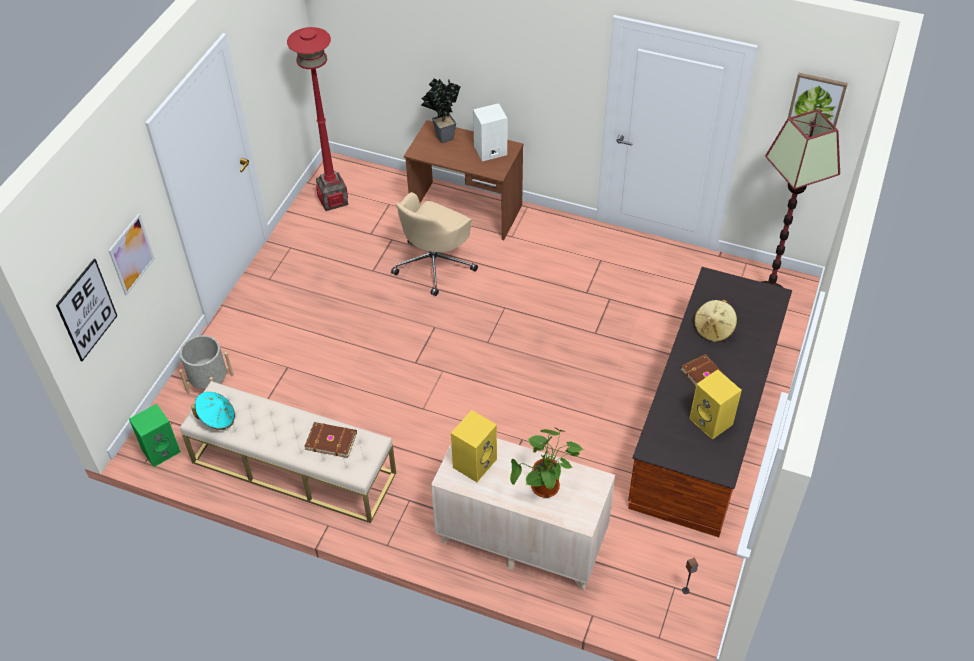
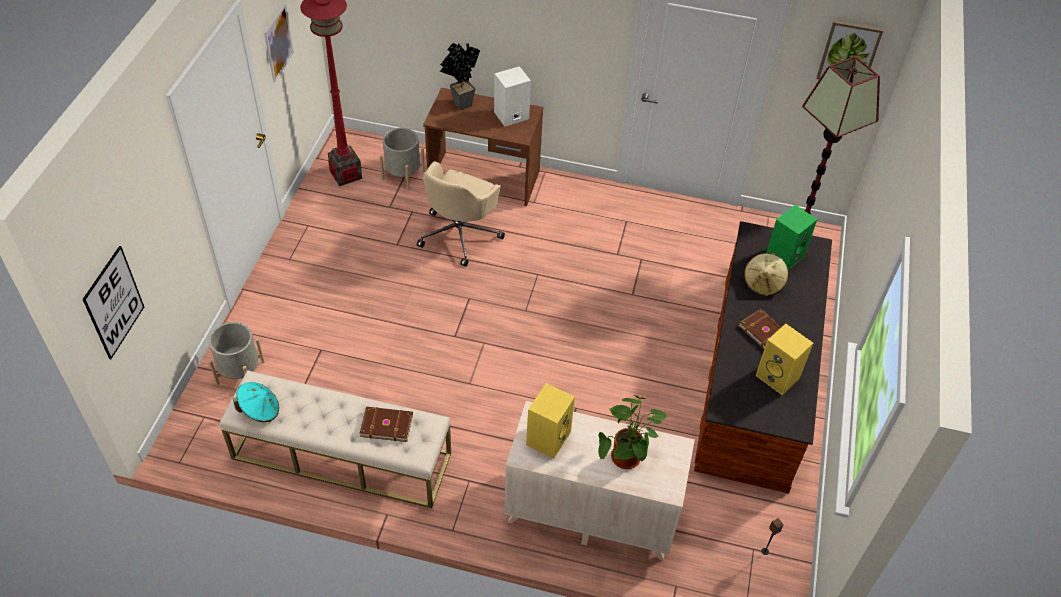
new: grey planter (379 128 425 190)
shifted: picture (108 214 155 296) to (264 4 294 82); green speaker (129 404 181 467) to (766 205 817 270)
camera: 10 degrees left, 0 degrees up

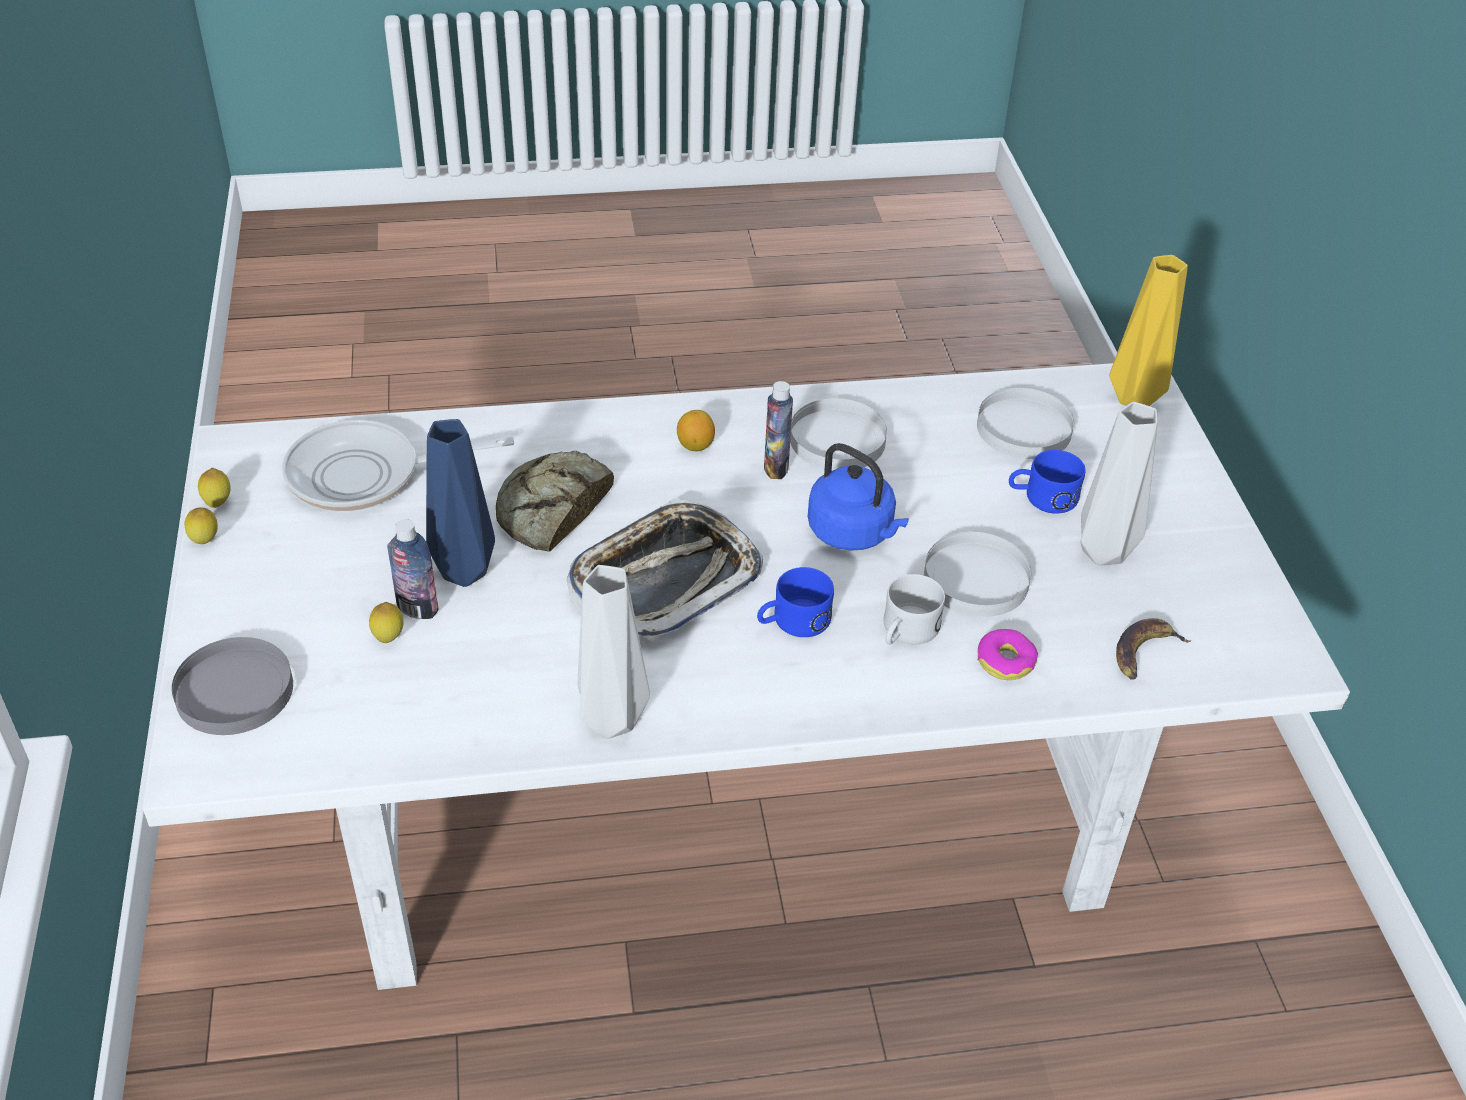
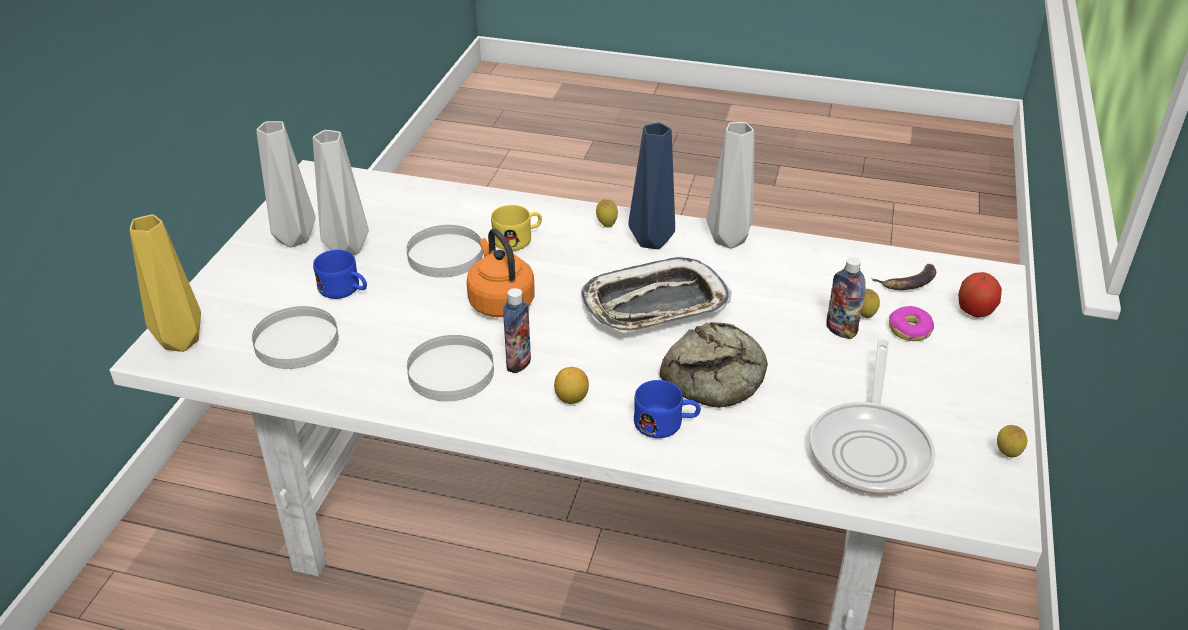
new: grey vase (256 121 315 247)
shifted: lemon (184 507 218 544) to (596 199 618 228); blue vase (426 419 495 587) to (628 122 675 249); blue mug (757 567 834 637) to (634 380 701 438); donut (977 629 1038 680) to (889 306 934 341); banana (1116 618 1191 680) to (871 264 936 290)
swapped: grey plate (172 637 293 735) to apple (958 272 1002 317)
repainted: blue kettle (808 443 909 551) to orange kettle (466 228 535 317); white mug (884 574 945 645) to yellow mug (491 205 542 251)
rotated: frying pan (282 420 514 511) = (810 339 935 495) 90 degrees clockwise
camera: 155 degrees left, 5 degrees down

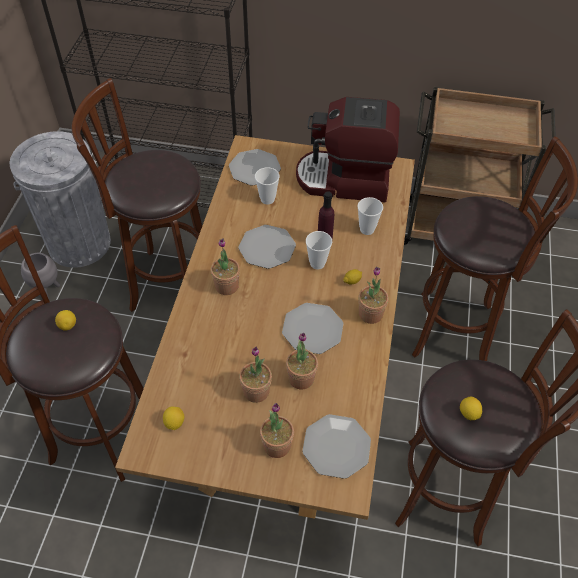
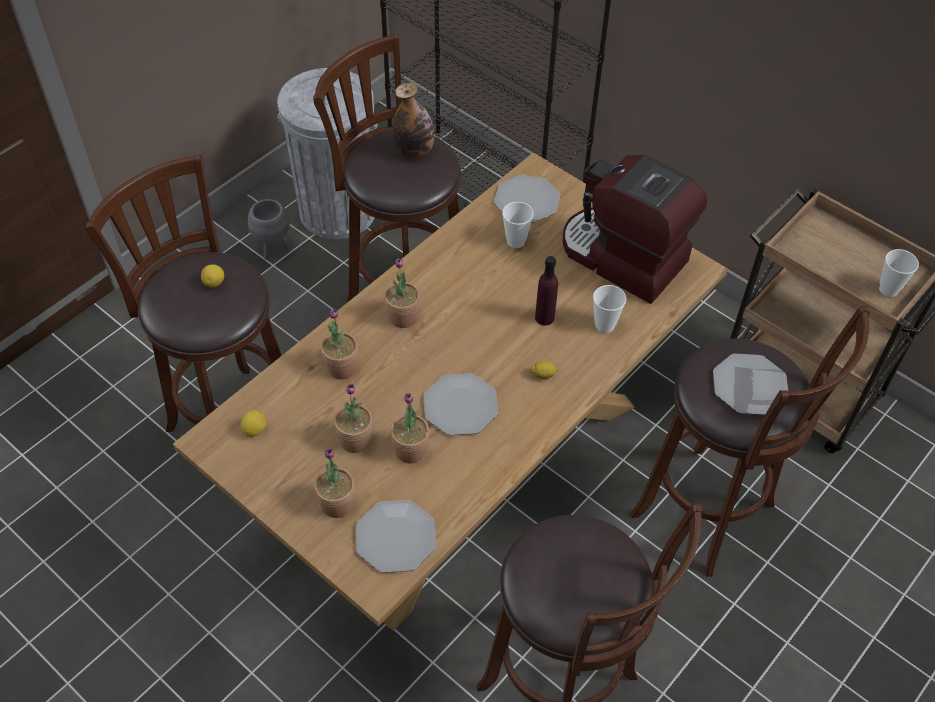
gone: lemon (460 397 482 420)
new: bottle (393 82 434 158)
shifted: plate (238 225 296 269) to (713 354 788 415); cup (306 231 332 269) to (879 249 919 297); potted plant (358 267 389 324) to (321 308 358 379)
camera: 30 degrees right, 0 degrees up

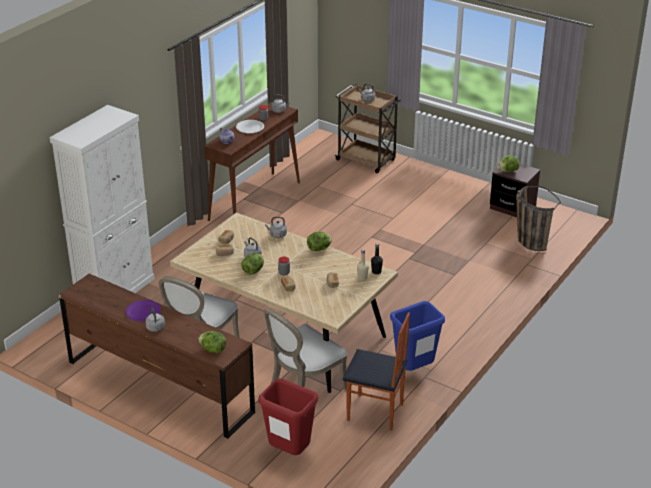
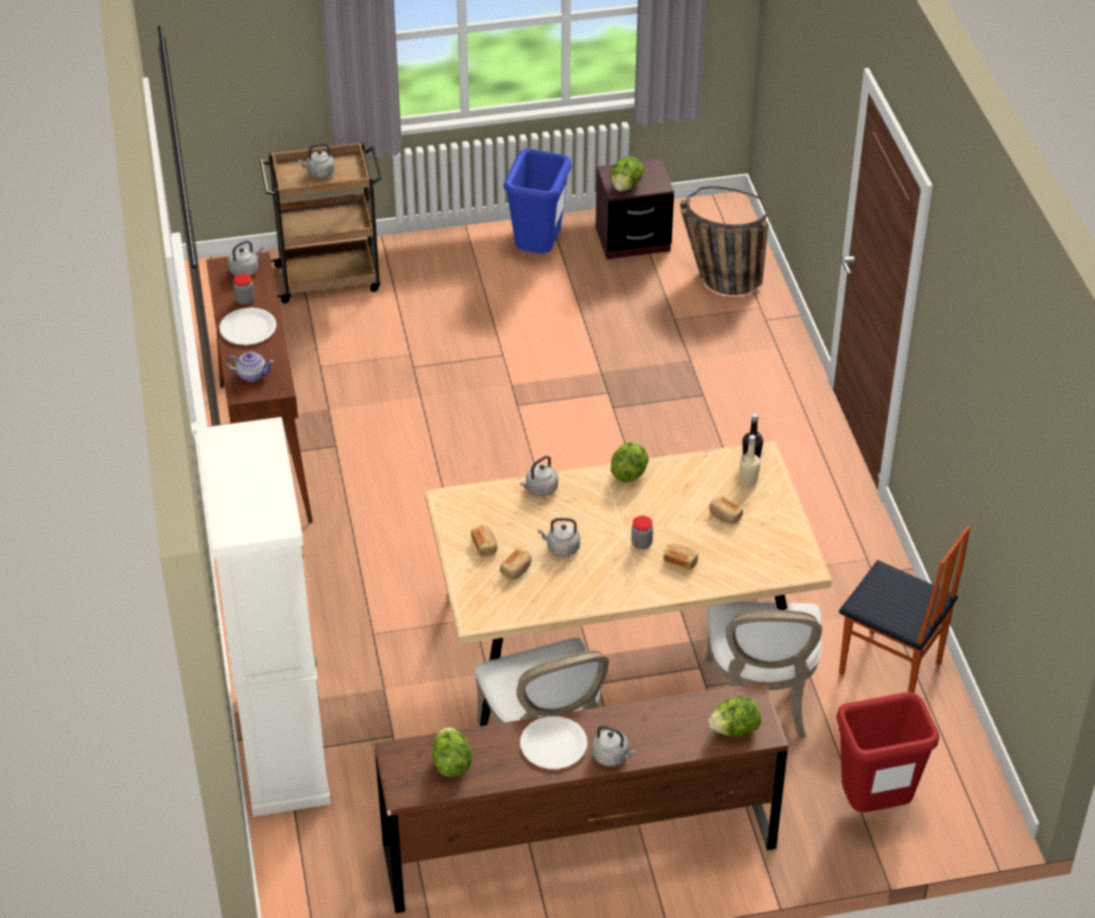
shifted: lettuce (241 253 264 275) to (432 727 472 777); blue trash can (390 301 445 371) to (504 149 572 253)
repainted: purple plate (126 300 161 321) to white plate (520 716 587 769)
rotated: chair (343 312 410 431) = (839 526 970 693) 60 degrees clockwise
camera: 45 degrees left, 10 degrees up

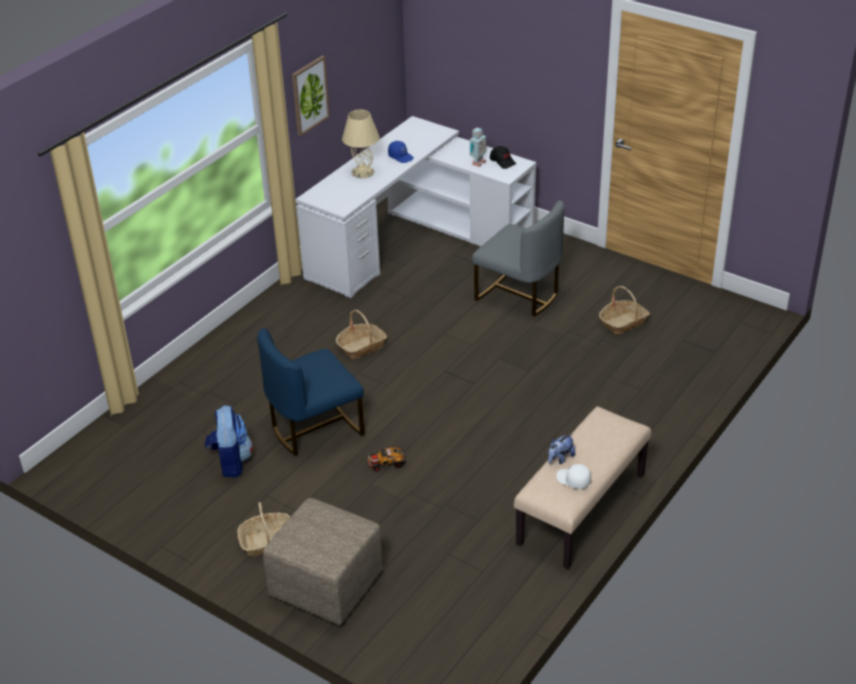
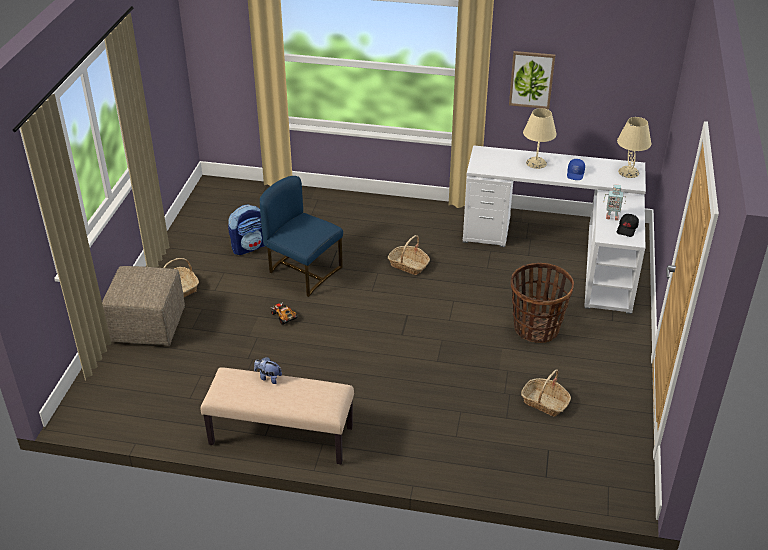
gone: white cap (556 464 591 489)
new: beige table lamp (617 117 651 178)
swapped: grey chair (472 200 565 316) to basket (511 263 574 343)
camera: 65 degrees right, 0 degrees up

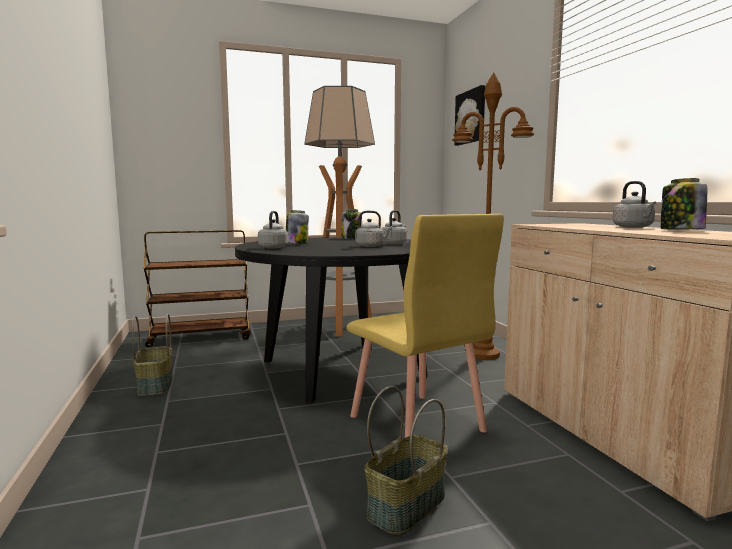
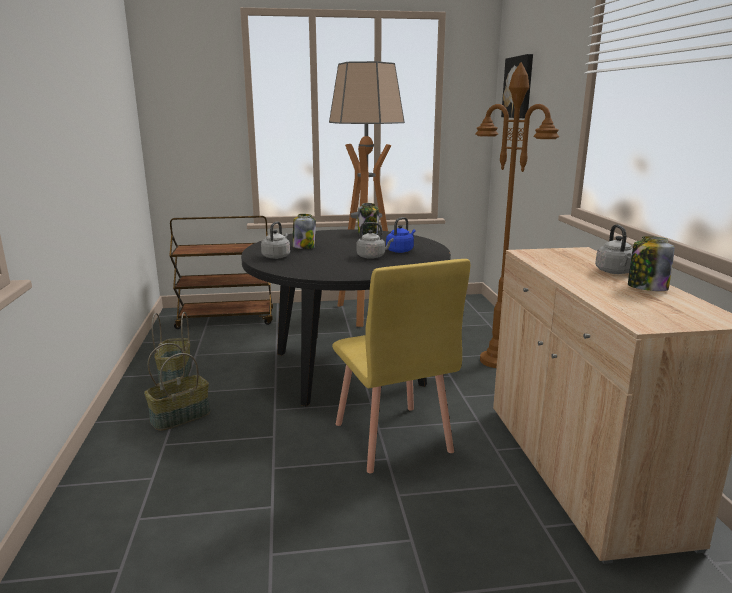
shifted: basket (364 386 448 535) to (144 343 210 431)
repainted: grey kettle (382 210 407 244) to blue kettle (386 217 416 253)
camera: 10 degrees right, 10 degrees up

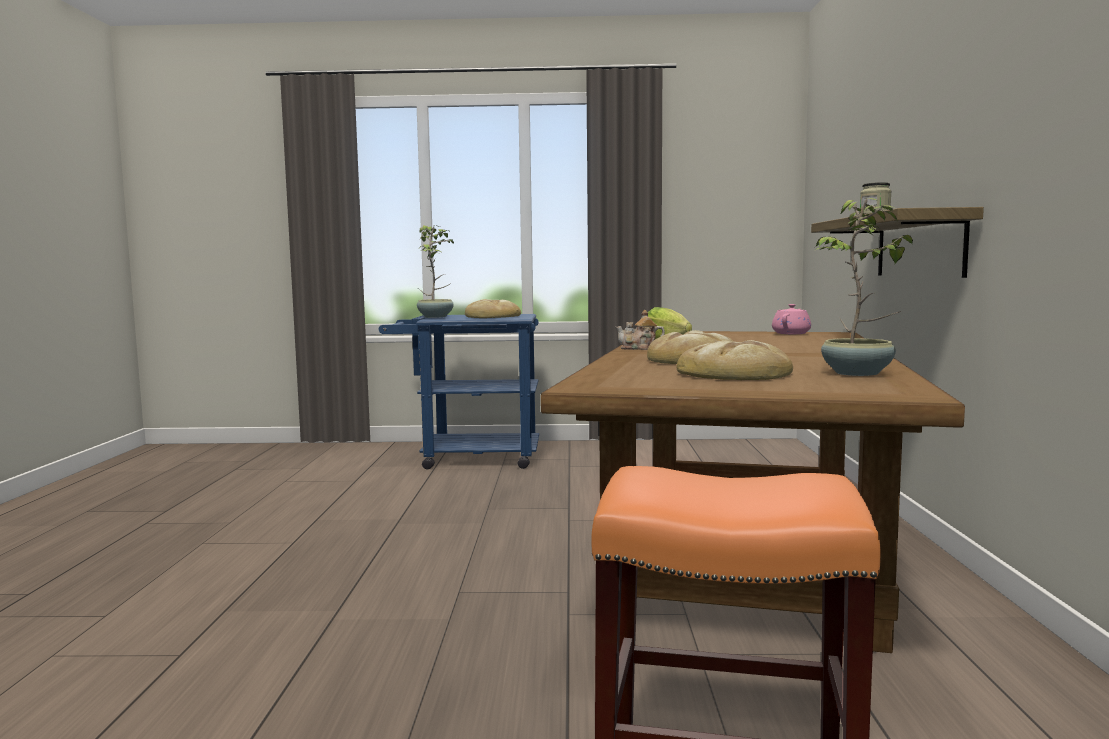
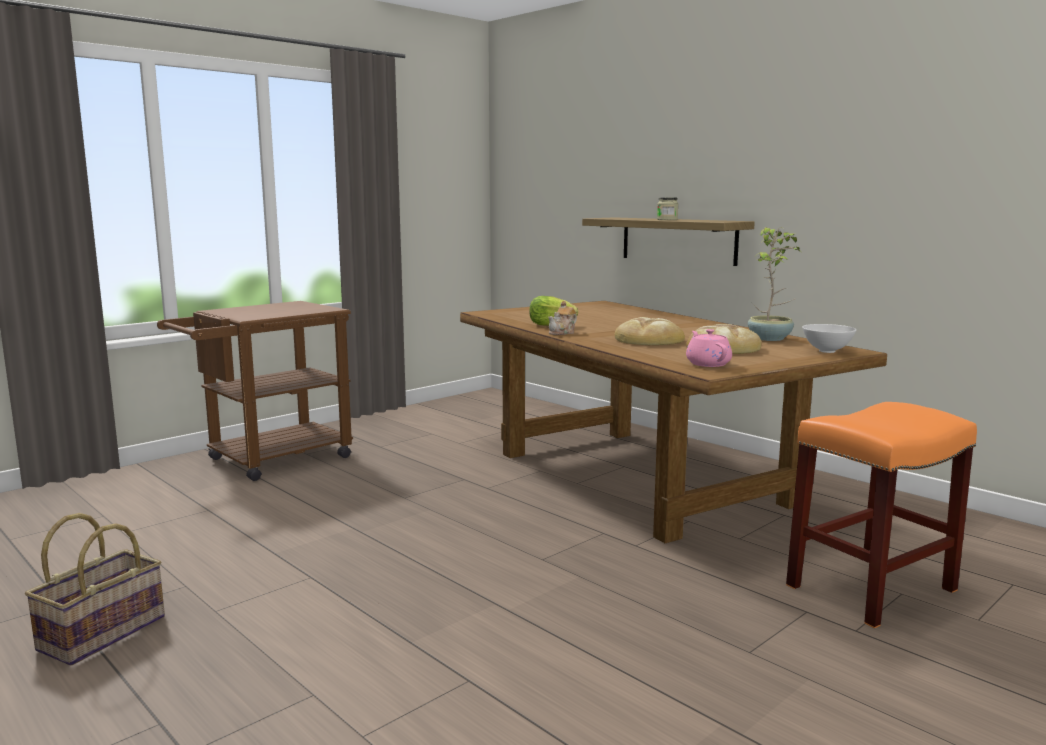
gone: potted plant (417 225 455 318); bread (465 299 521 318)
new: basket (25 513 165 666); white bowl (802 324 856 353)
shifted: pink teapot (772 304 811 334) to (686 329 732 367)
repainted: blue cart (379 314 539 469) to brown cart (157 301 353 481)
camera: 45 degrees left, 5 degrees up

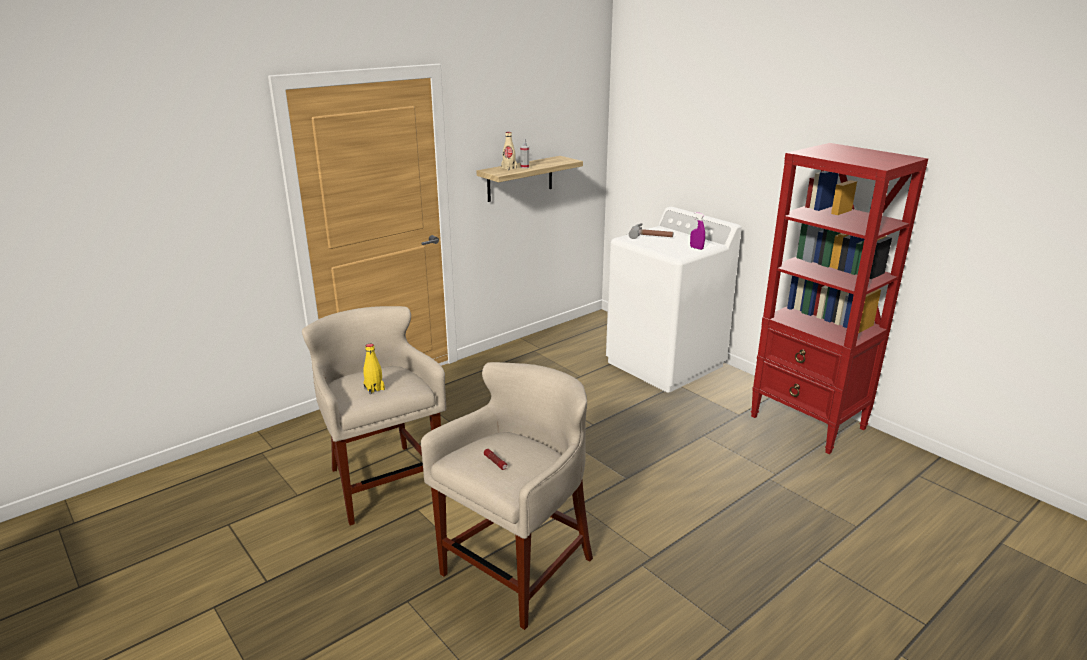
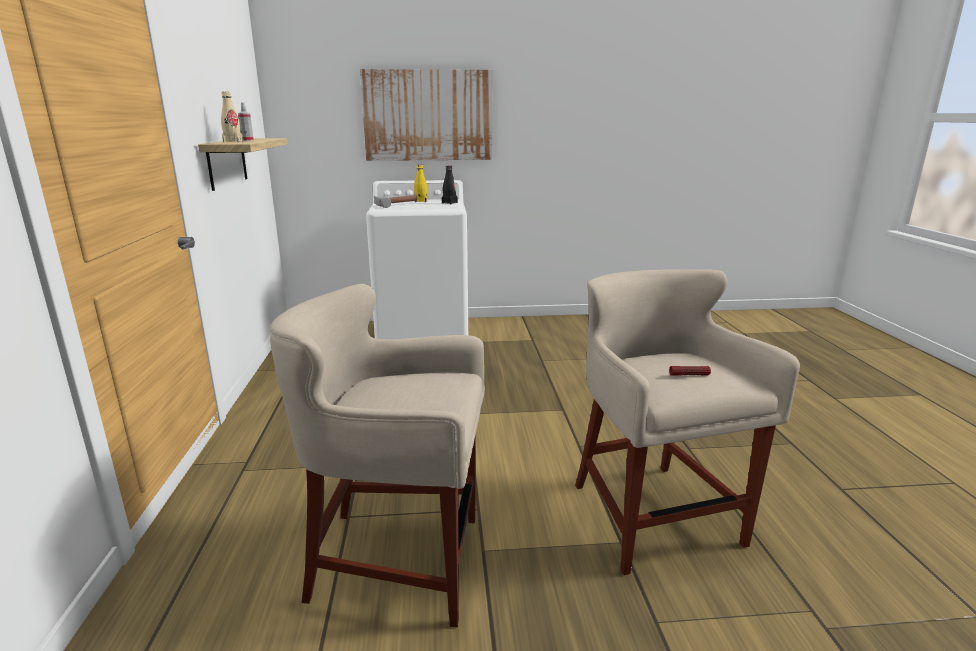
gone: red bookcase (751 143 928 454)
new: picture (360 69 492 161)
shifted: yellow bottle (363 344 385 394) to (414 164 428 202)
swapped: purple spray bottle (690 212 705 250) to black bottle (441 166 458 204)
camera: 55 degrees left, 5 degrees down

